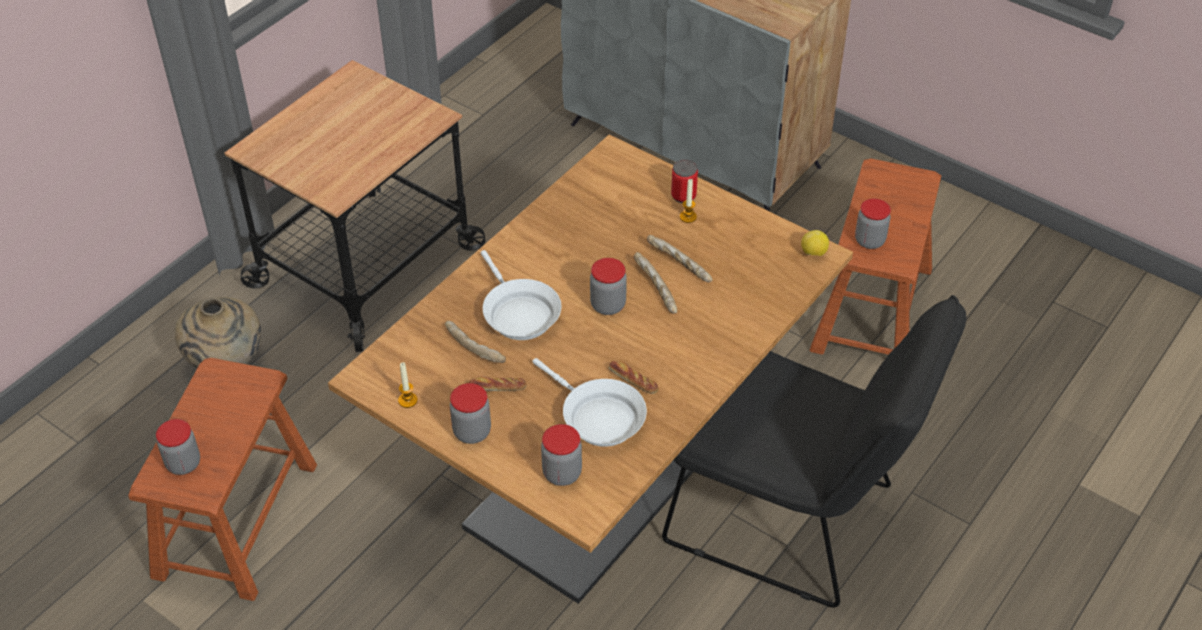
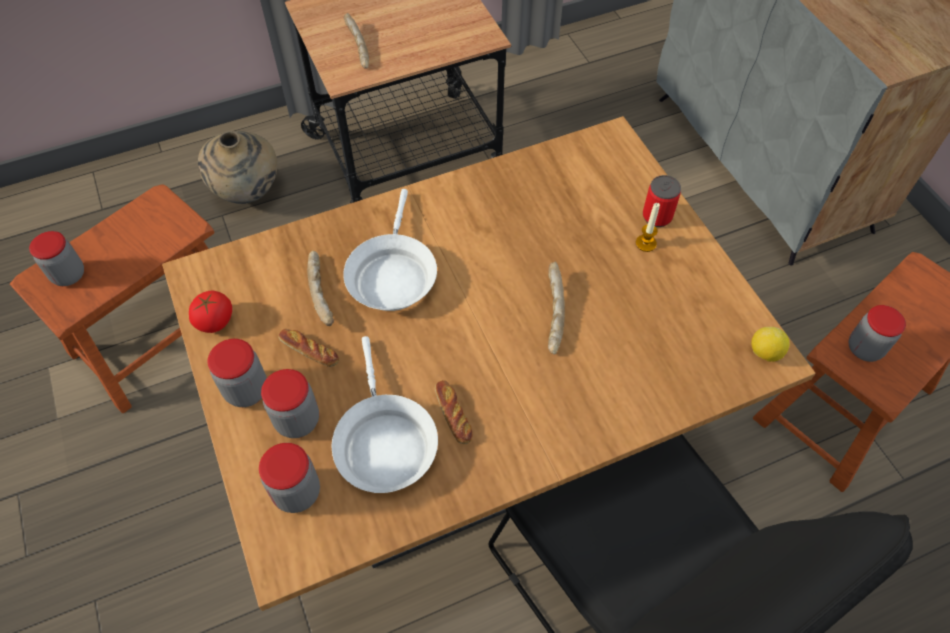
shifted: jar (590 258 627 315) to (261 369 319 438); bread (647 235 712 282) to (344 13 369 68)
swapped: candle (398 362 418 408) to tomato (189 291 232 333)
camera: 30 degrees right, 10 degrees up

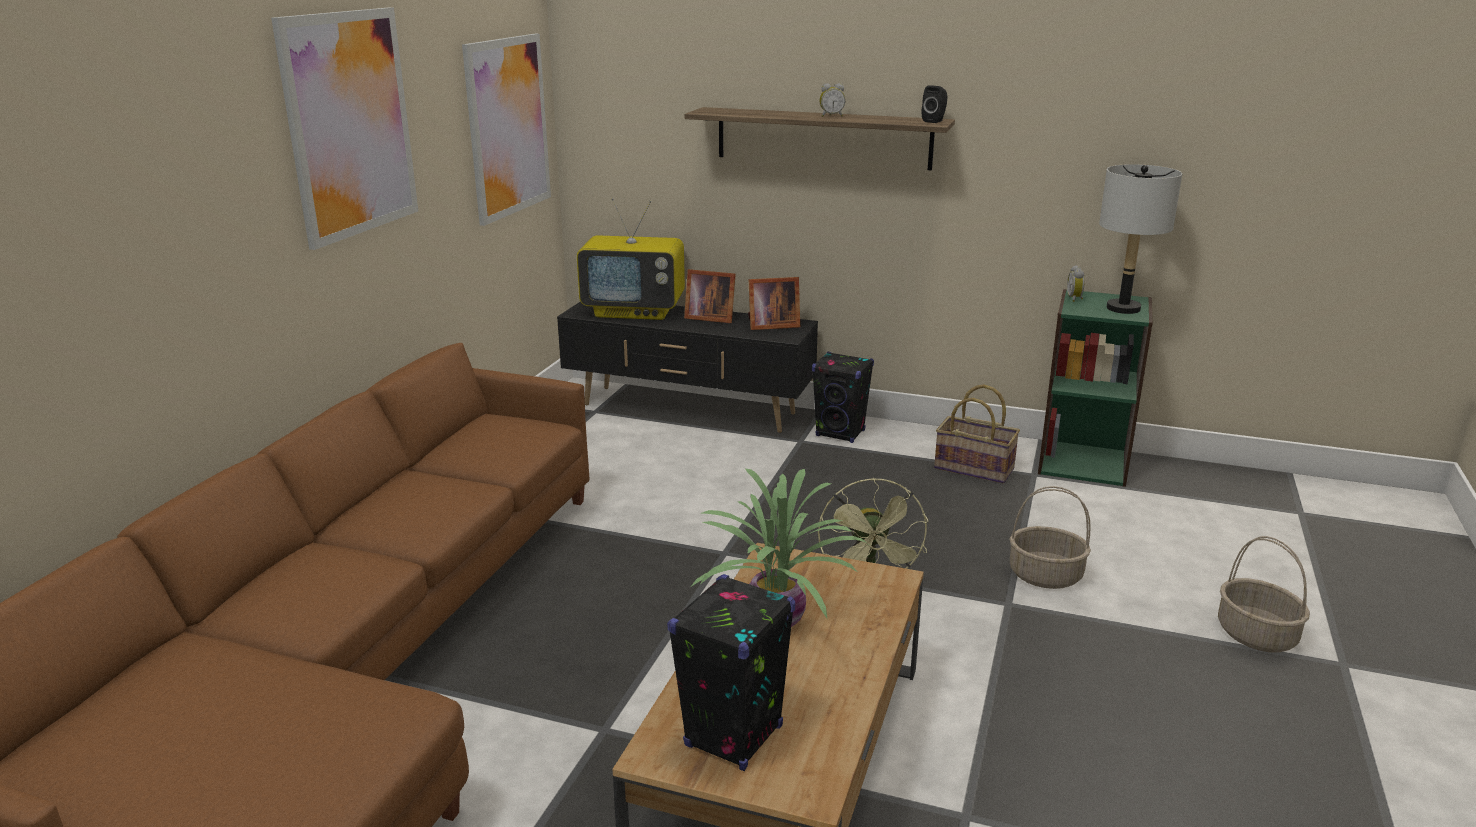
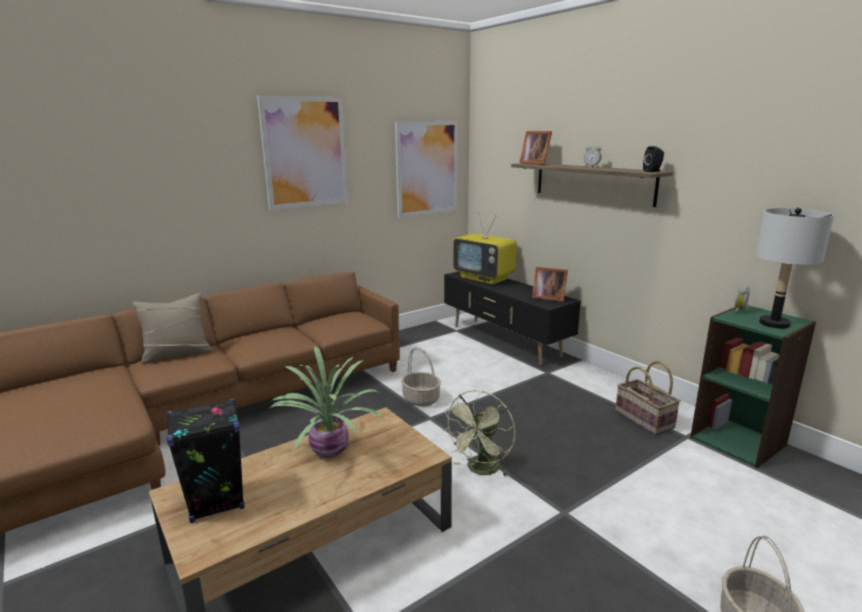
gone: black speaker (812 352 874 443)
new: beige pillow (132 293 213 364)
shifted: picture frame (684 269 736 323) to (519 131 552 165); basket (1010 486 1091 589) to (401 347 441 406)
camera: 35 degrees right, 5 degrees down

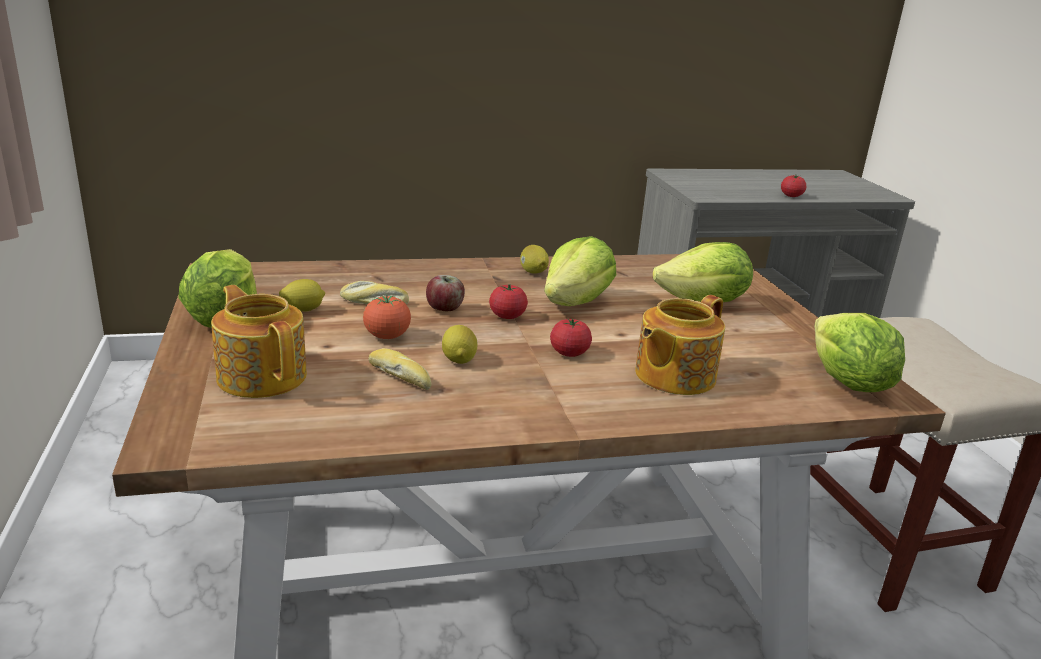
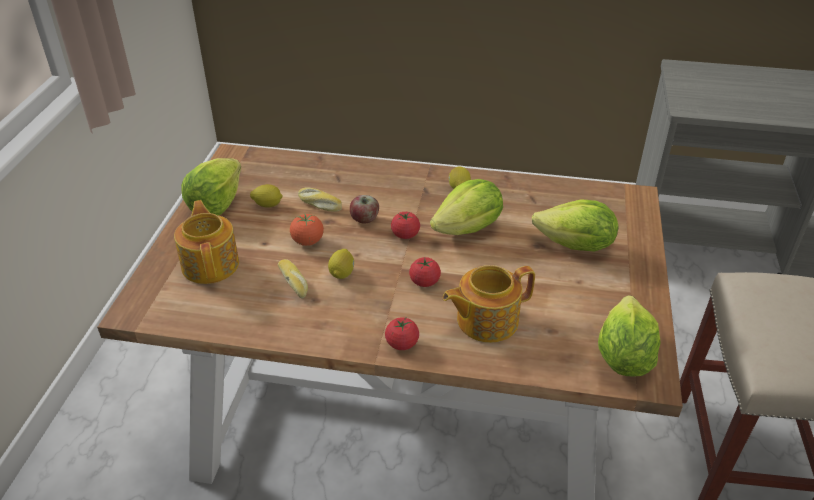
shifted: tomato (781 174 806 197) to (385 317 419 350)
camera: 25 degrees right, 15 degrees up

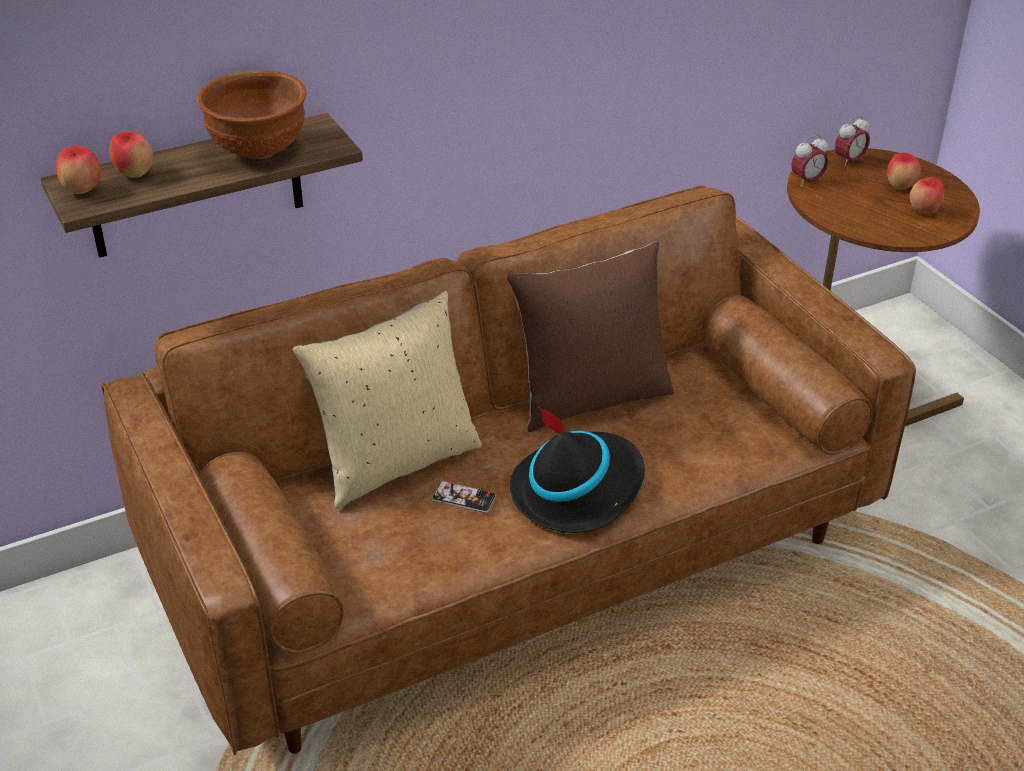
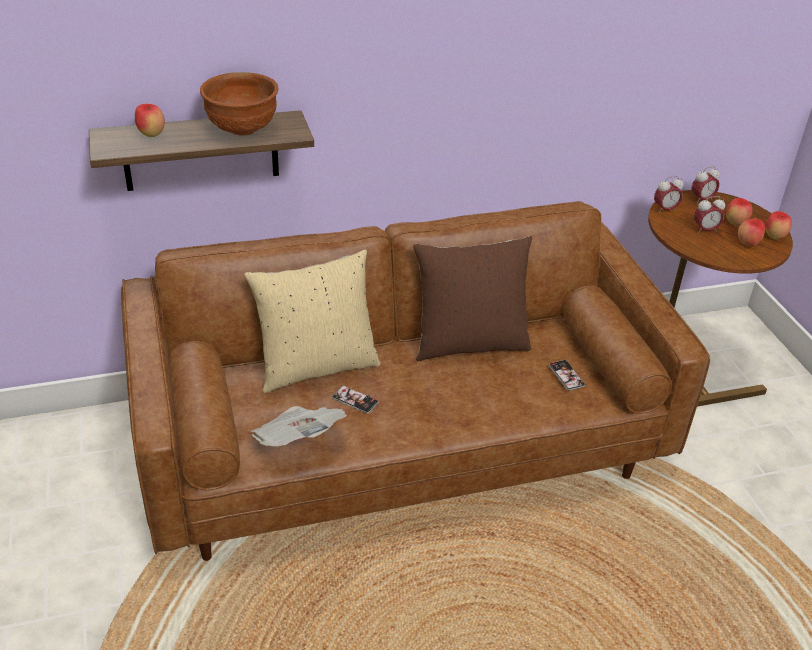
gone: black hat (510 406 645 533)
new: newspaper (251 406 347 446); phone (549 360 585 390); alarm clock (694 196 725 234)
shifted: apple (56 145 101 194) to (765 211 792 239)
camera: 10 degrees right, 0 degrees up

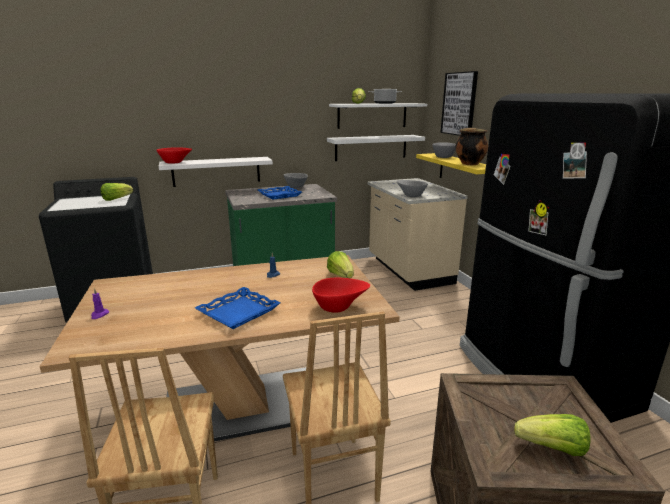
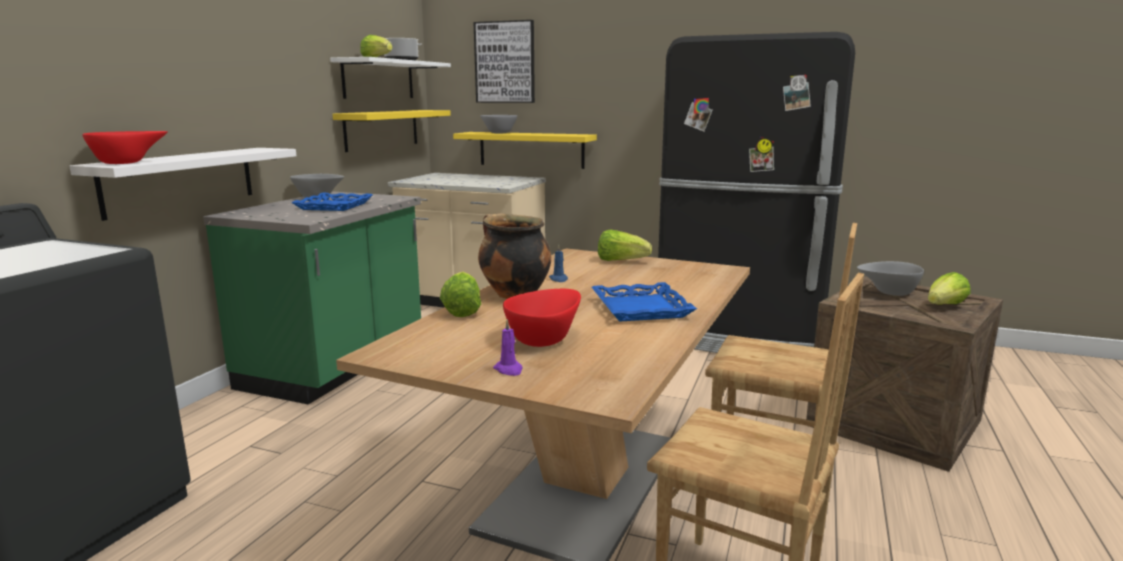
shifted: lettuce (101 183 133 201) to (440 272 481 317); red bowl (312 278 370 313) to (503 289 581 347); grey bowl (396 180 428 197) to (857 261 924 296); cooking pot (456 128 488 165) to (478 213 551 299)
repainted: white shelf (327 135 425 161) to yellow shelf (333 110 451 152)
camera: 50 degrees left, 5 degrees down

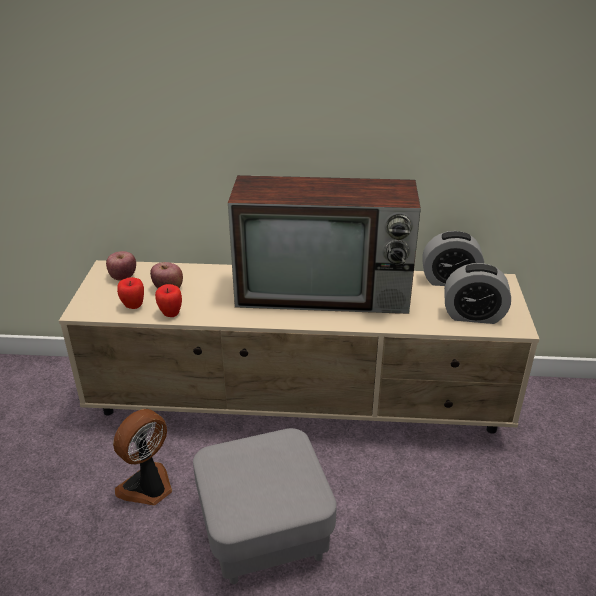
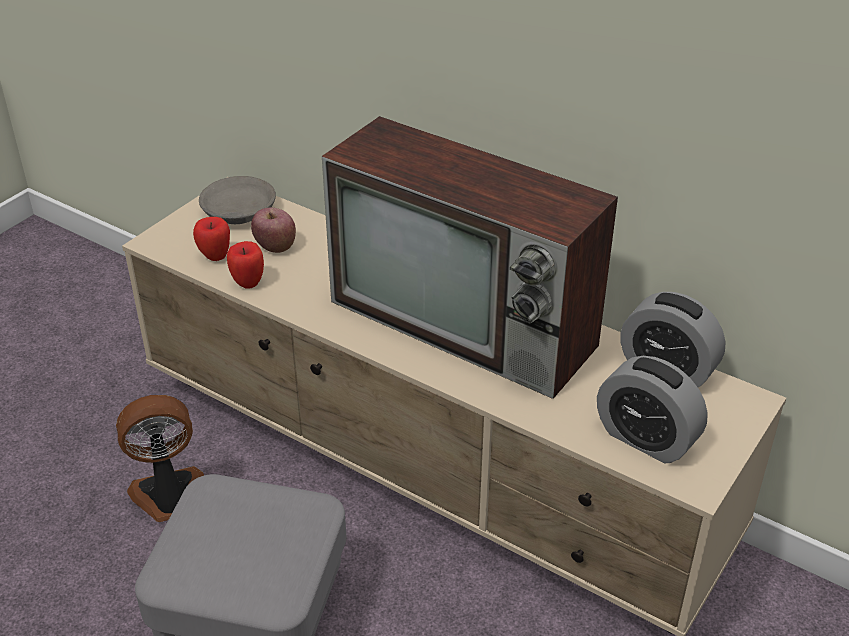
swapped: apple (106 251 136 280) to grey bowl (199 176 276 224)
camera: 30 degrees right, 5 degrees up

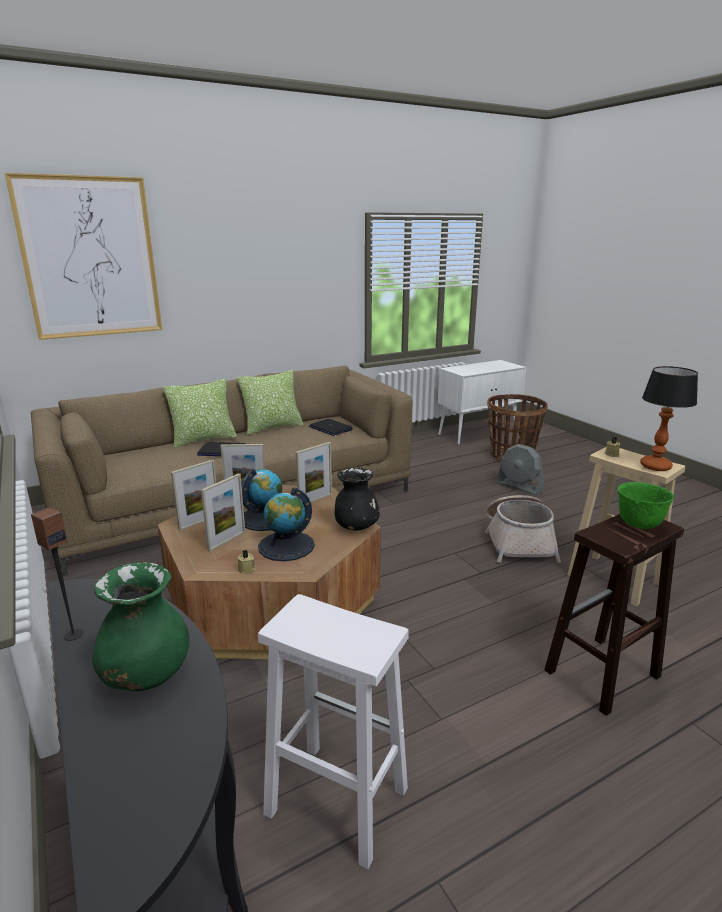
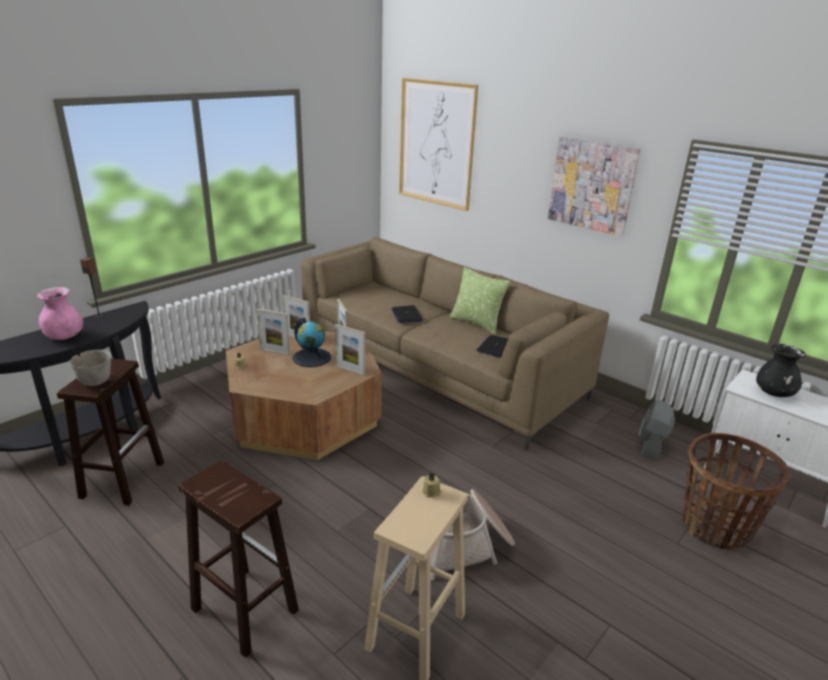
gone: pillow (163 379 237 448); globe (258 488 315 561); green bowl (618 482 674 529); table lamp (640 366 698 471)
new: grey bowl (70 350 111 386); picture (548 137 641 237)
shifted: black vase (335 468 380 531) to (756 344 806 397); grey fan (497 444 545 495) to (639 400 675 461)
repainted: green vase (92 562 189 691) to pink vase (37 287 83 340); white stool (258 594 409 869) to brown stool (57 358 164 506)
camera: 70 degrees right, 5 degrees up

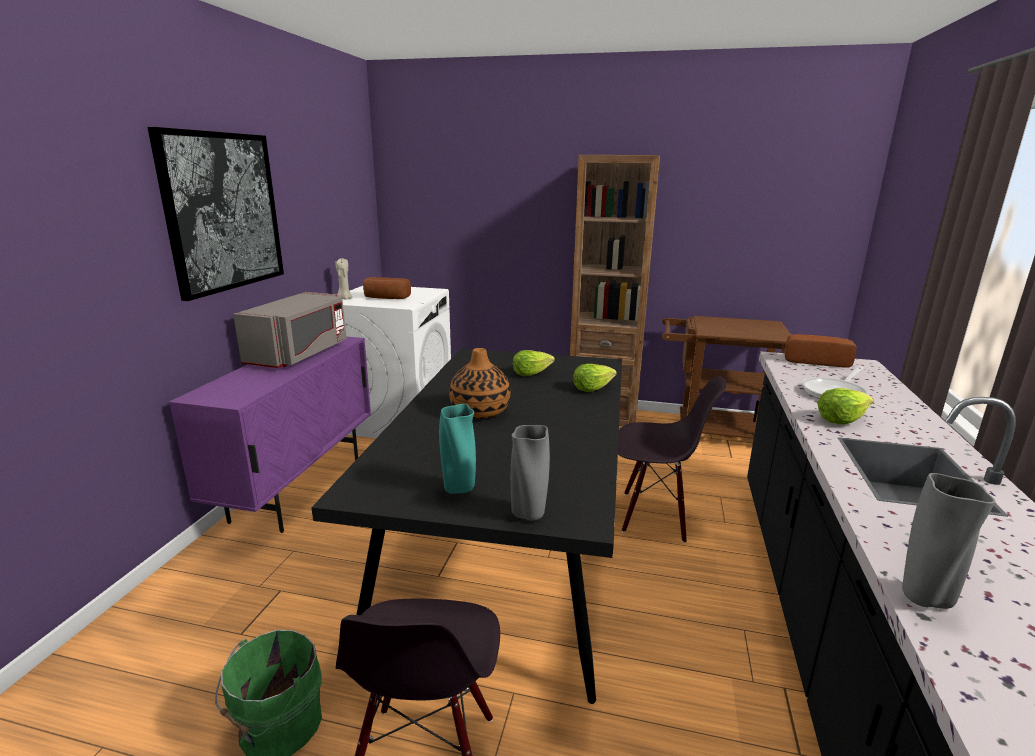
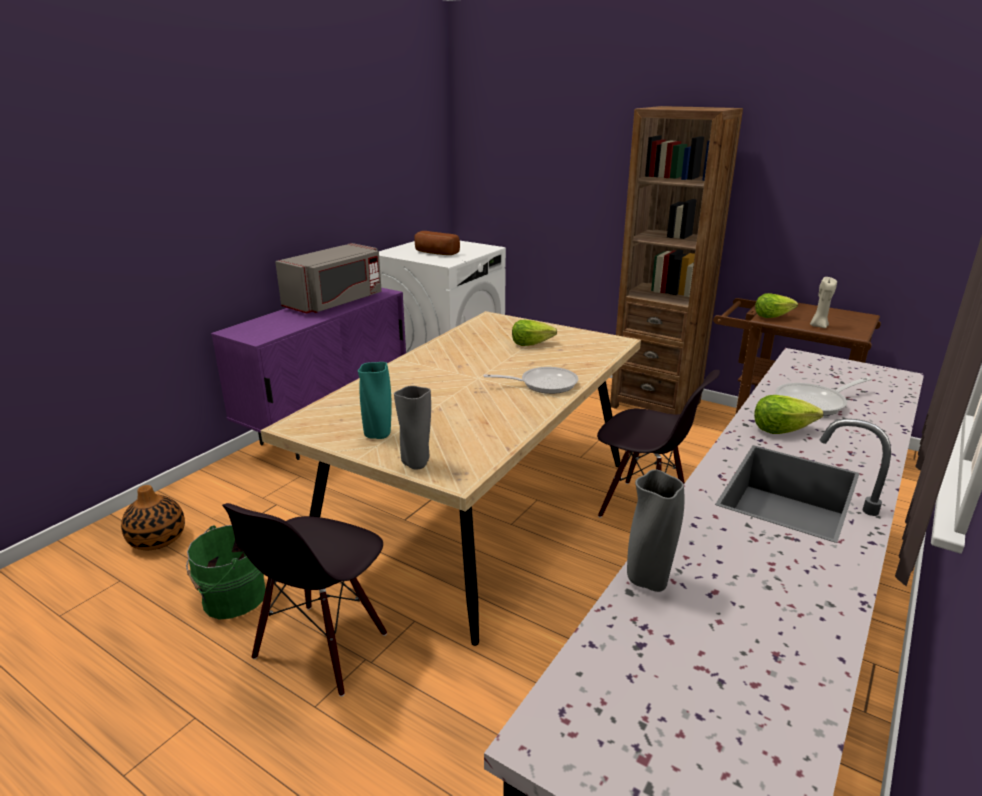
gone: picture (148 127 284 301); bread (785 334 856 368)
new: frying pan (483 367 578 394)
shifted: beige candle (336 258 352 300) to (810 277 837 328); vase (449 348 510 419) to (121 485 185 550); lettuce (573 364 617 392) to (755 293 798 318)
repainted: black dining table (311 349 622 704) to beige dining table (261 311 641 646)
camera: 20 degrees right, 5 degrees up

